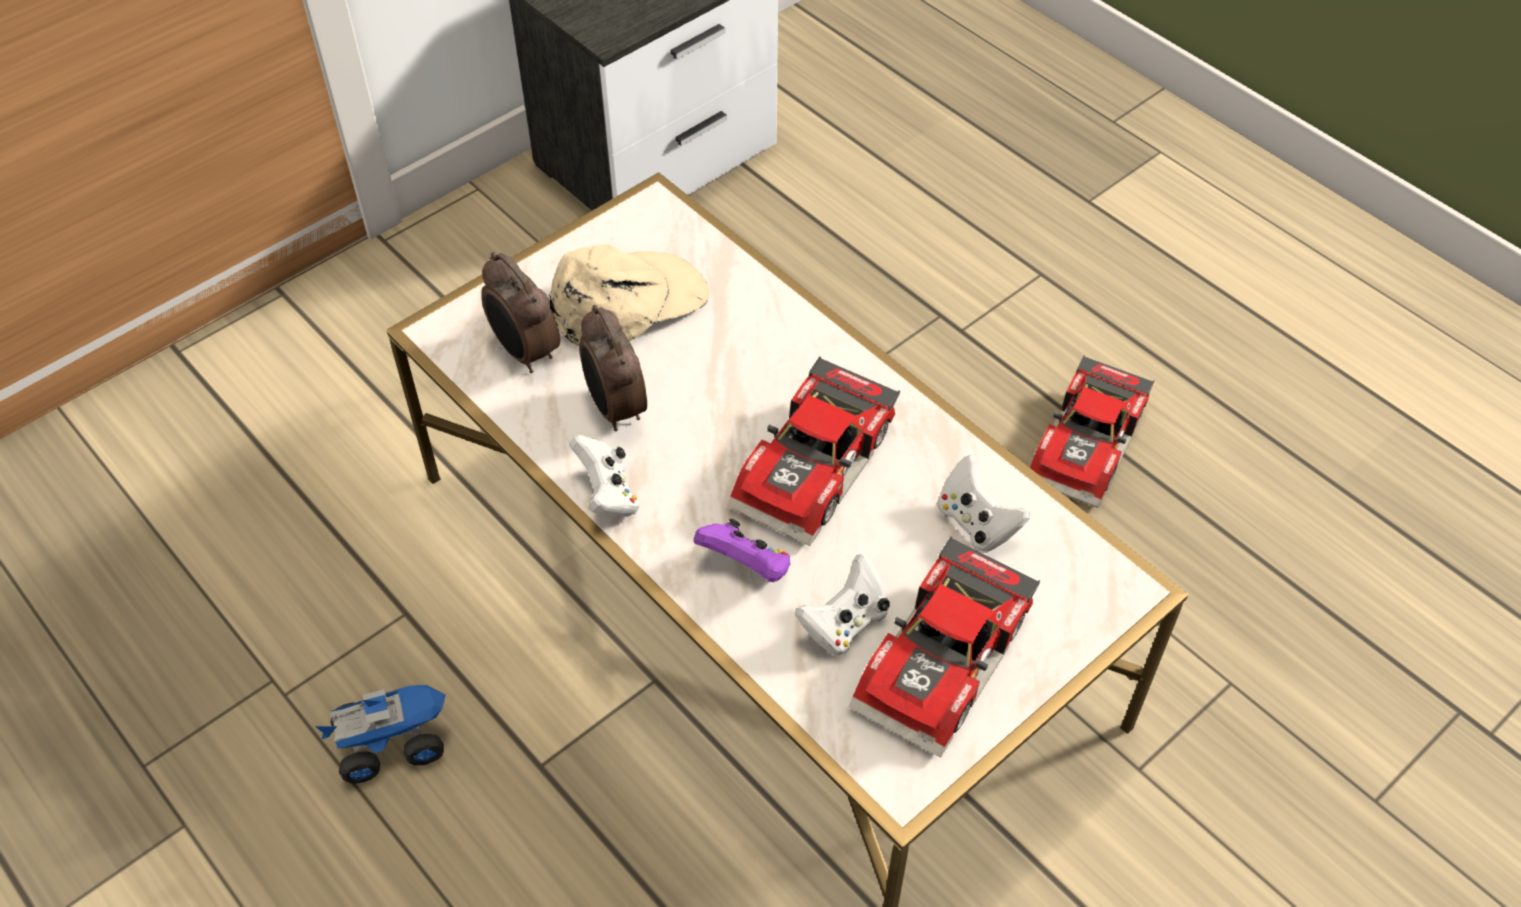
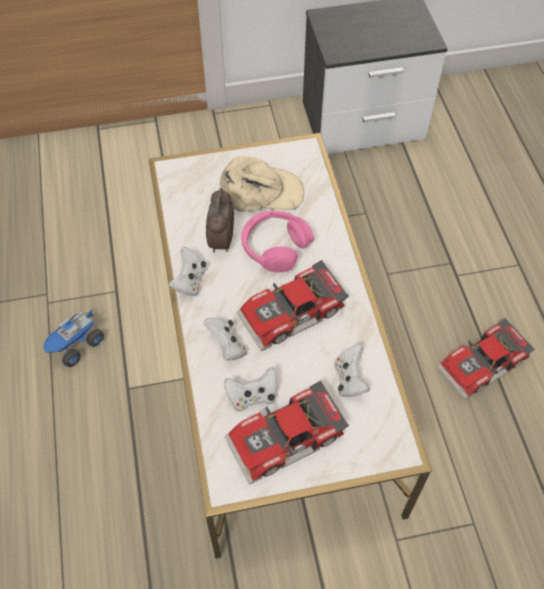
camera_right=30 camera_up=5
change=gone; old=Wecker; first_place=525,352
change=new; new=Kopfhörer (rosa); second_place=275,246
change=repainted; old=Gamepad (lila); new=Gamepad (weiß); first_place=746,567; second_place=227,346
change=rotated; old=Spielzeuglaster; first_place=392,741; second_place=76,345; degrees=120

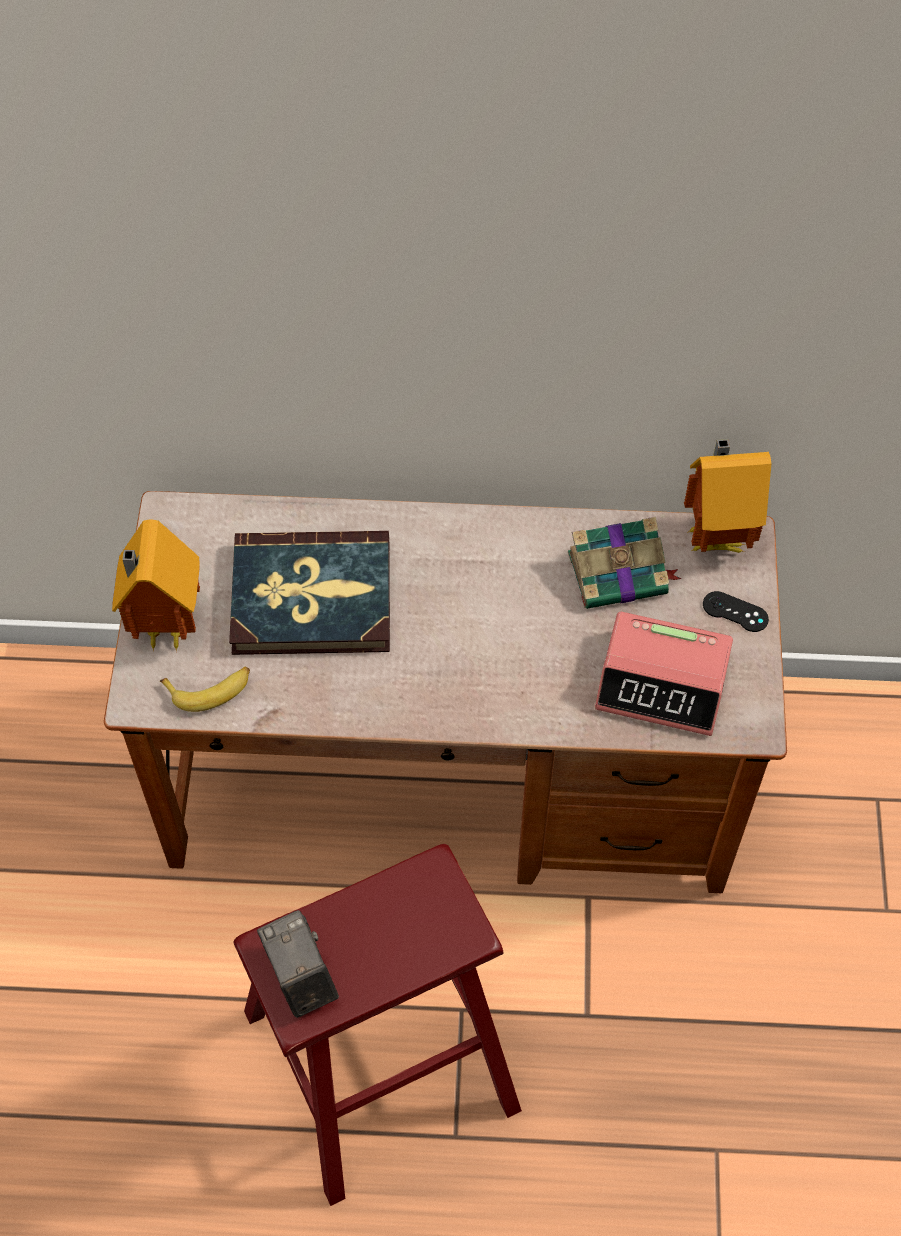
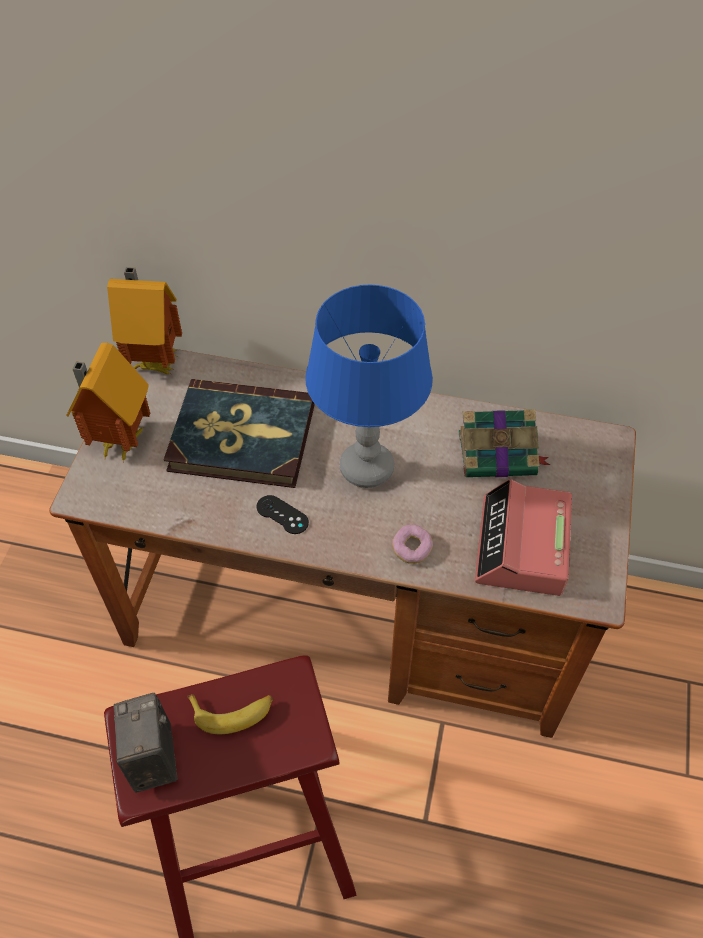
camera_right=10 camera_up=-5
change=new; new=Tischlampe (blau); second_place=367,467
change=new; new=Donut; second_place=411,549
change=shifted; old=Banane; first_place=210,689; second_place=233,711
change=shifted; old=Spielzeughaus; first_place=715,536; second_place=156,361
change=shifted; old=Gamepad (schwarz); first_place=735,612; second_place=282,515
change=rotated; old=Wecker; first_place=663,682; second_place=522,547; degrees=75

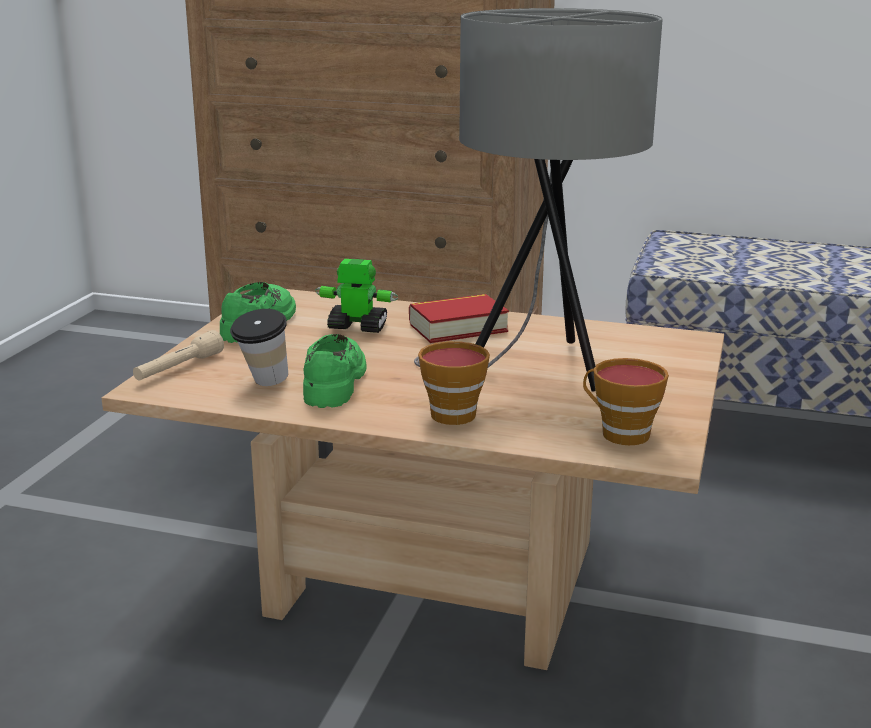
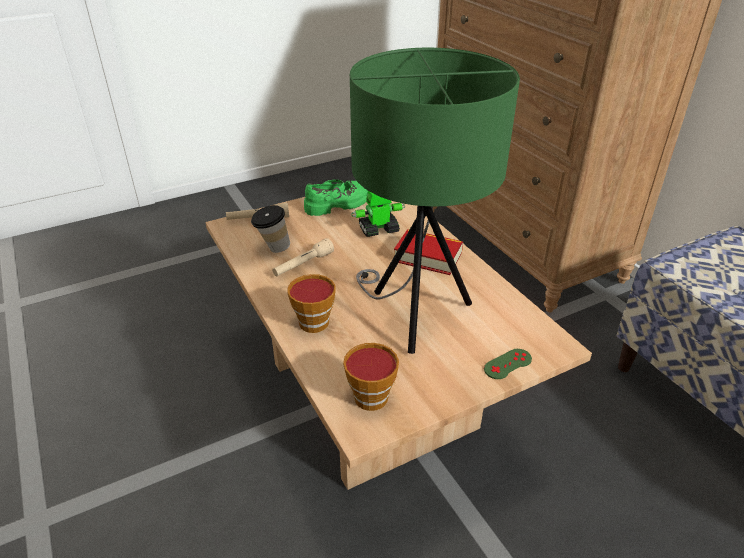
camera_right=45 camera_up=15
change=new; new=Gamepad (grün); second_place=507,364
change=swapped; old=Schuh (grün); new=Taschenlampe (beige); first_place=334,381; second_place=303,265
change=repainted; old=Tischlampe (grau); new=Tischlampe (grün); first_place=536,368; second_place=414,313
change=rotated; old=Spielzeugroboter; first_place=357,327; second_place=378,230; degrees=-75

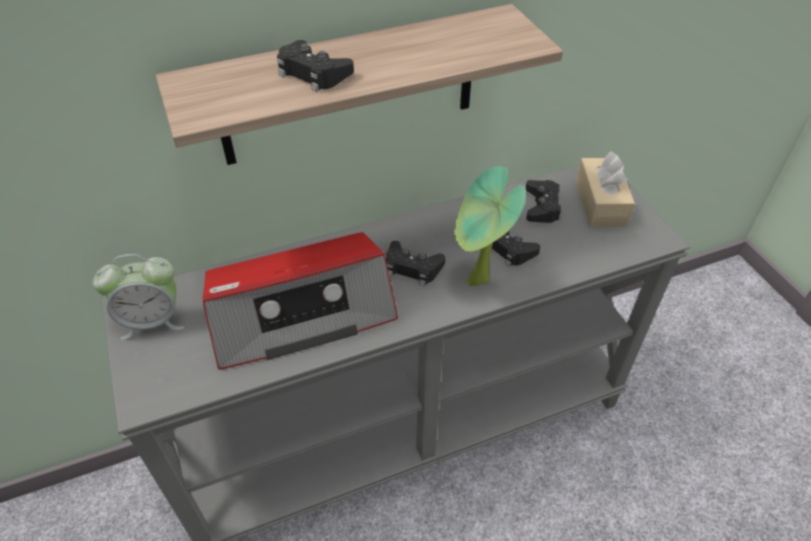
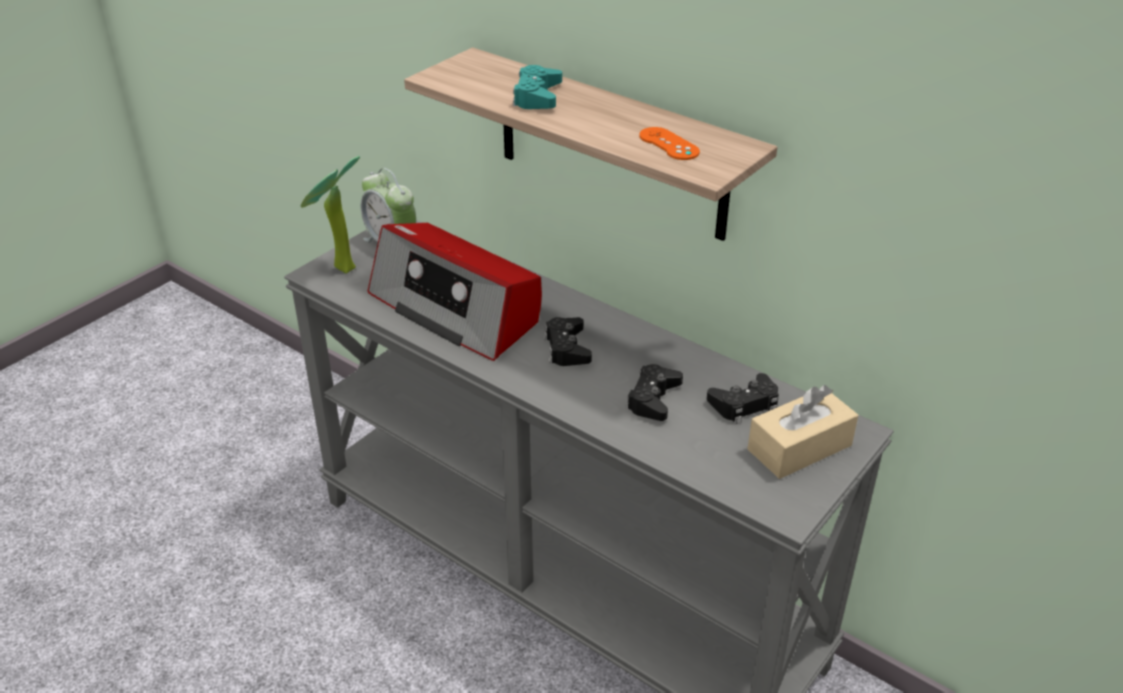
camera_right=60 camera_up=-10
change=new; new=Gamepad (orange); second_place=669,144
change=shifted; old=Topfpflanze; first_place=477,284; second_place=340,269
change=repainted; old=Gamepad (schwarz); new=Gamepad (türkis); first_place=313,73; second_place=537,96

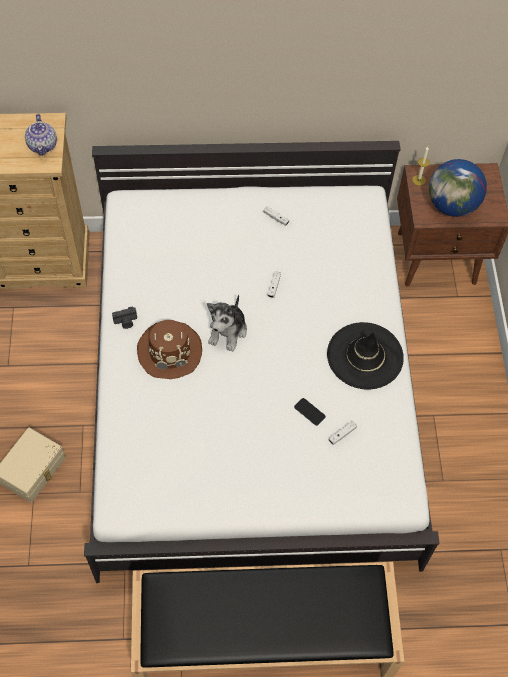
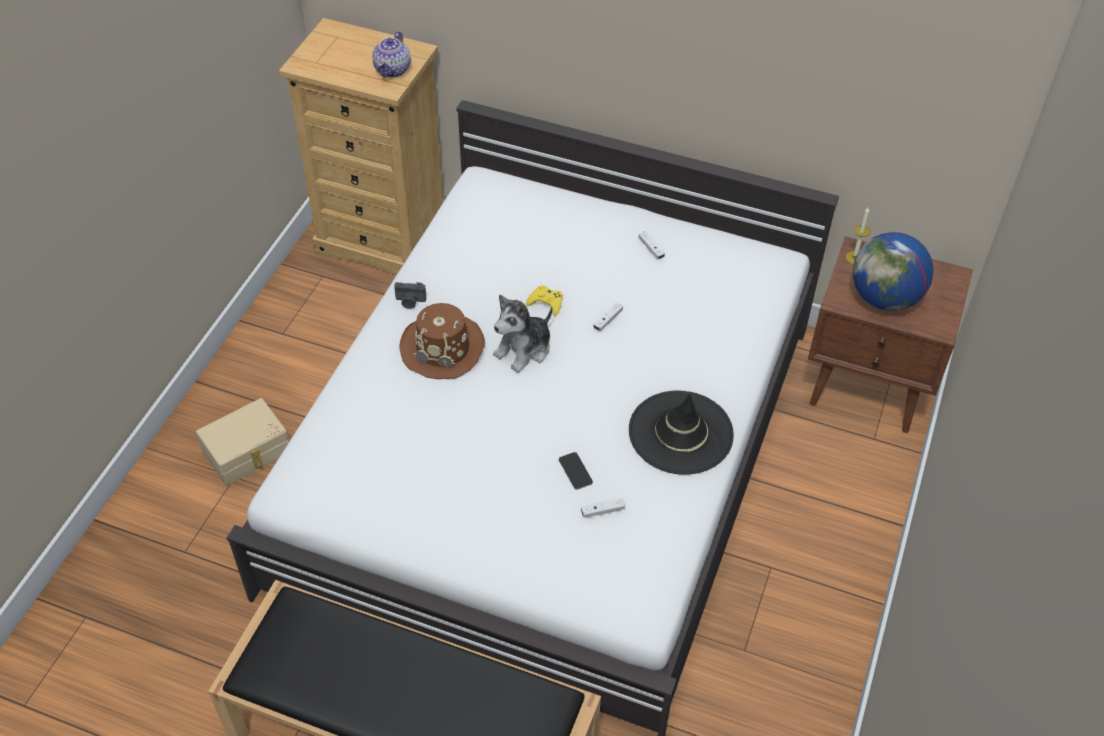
camera_right=25 camera_up=-10
change=new; new=Gamepad (gelb); second_place=546,303

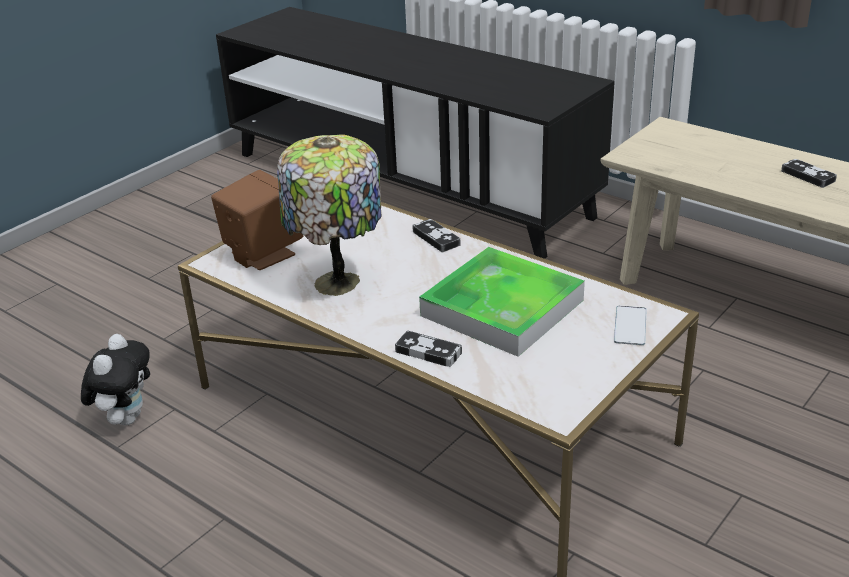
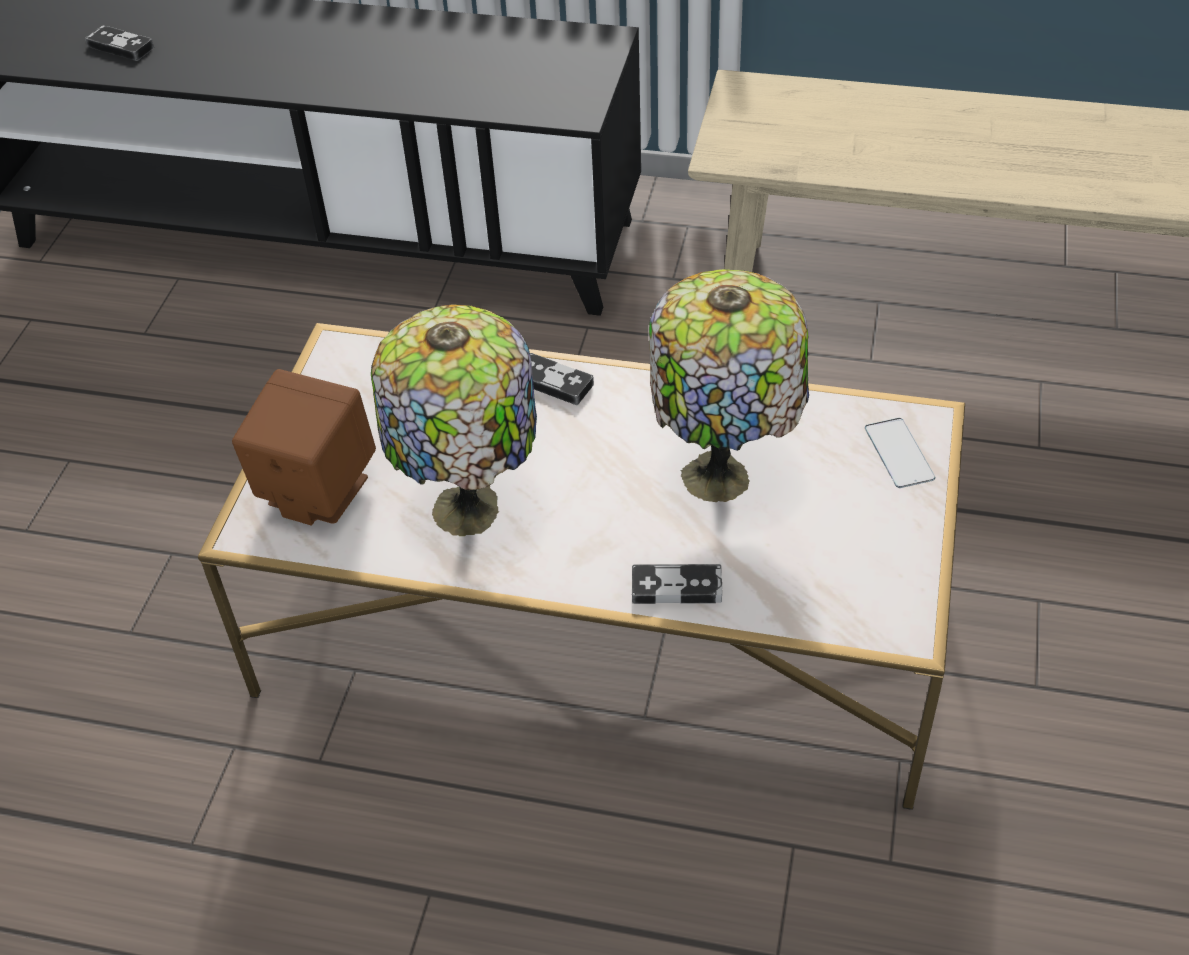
camera_right=-25 camera_up=15
change=gone; old=Plüschtier; first_place=126,417
change=shifted; old=Gamepad; first_place=808,176; second_place=120,47
change=swapped; old=Tablett; new=Tischlampe; first_place=502,308; second_place=722,478

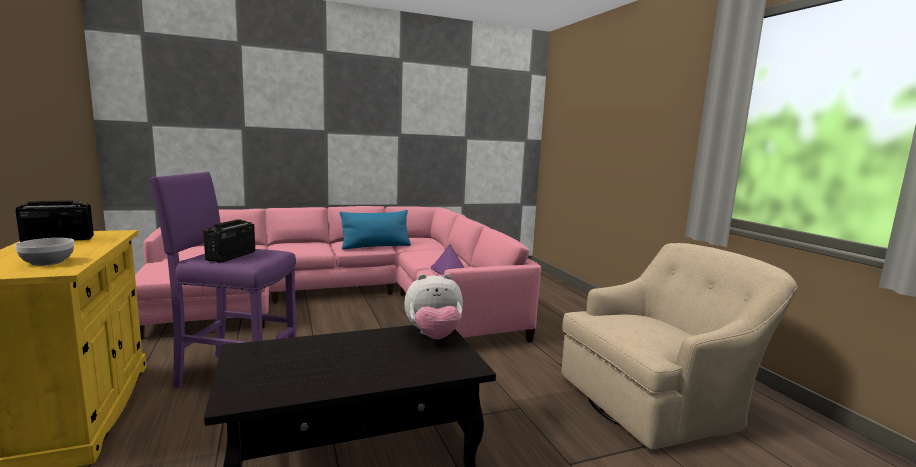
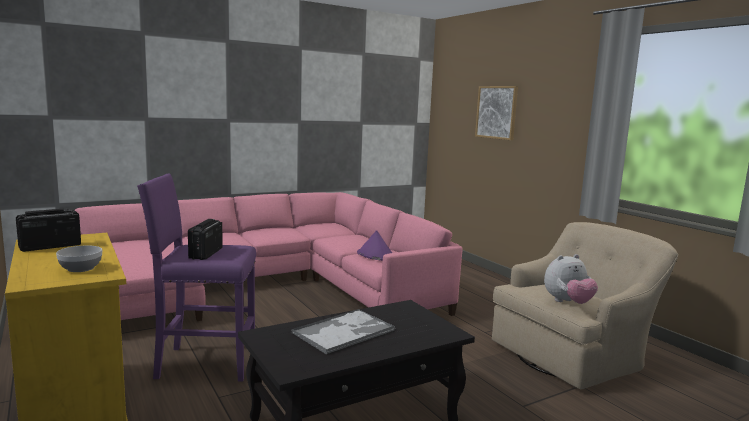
camera_right=-10 camera_up=0
change=gone; old=Kissen (blau); first_place=376,246
change=new; new=Tablett; second_place=344,331
change=new; new=Bild; second_place=496,112
change=shifted; old=Plüschtier; first_place=433,336; second_place=567,302

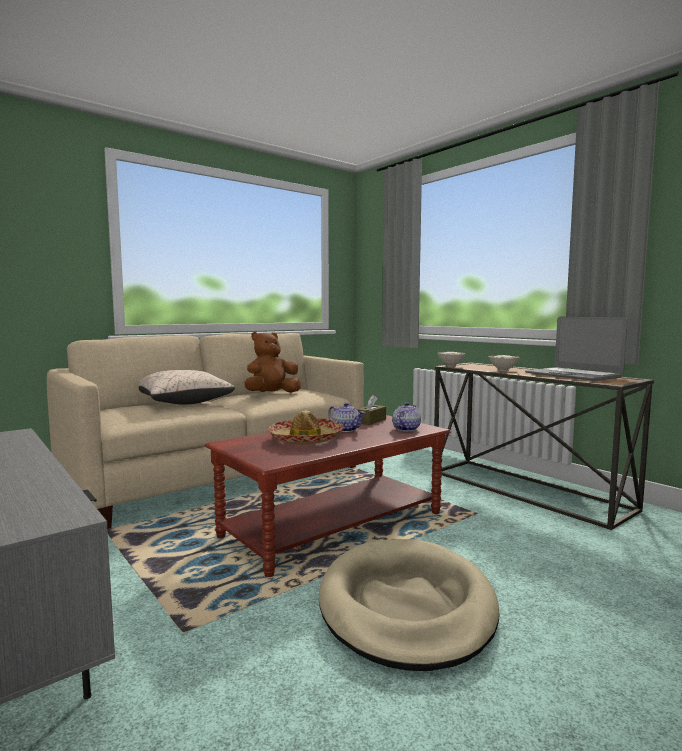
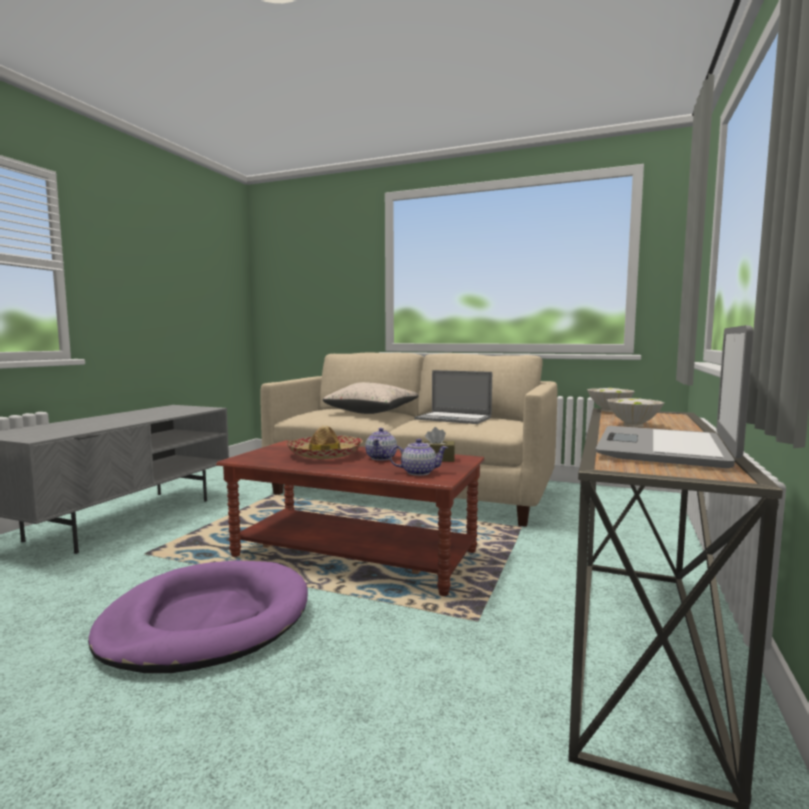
camera_right=60 camera_up=0
change=swapped; old=Plüschtier (braun); new=Laptop; first_place=272,394; second_place=453,418
change=repainted; old=Hundebett (beige); new=Hundebett (lila); first_place=406,606; second_place=206,621

